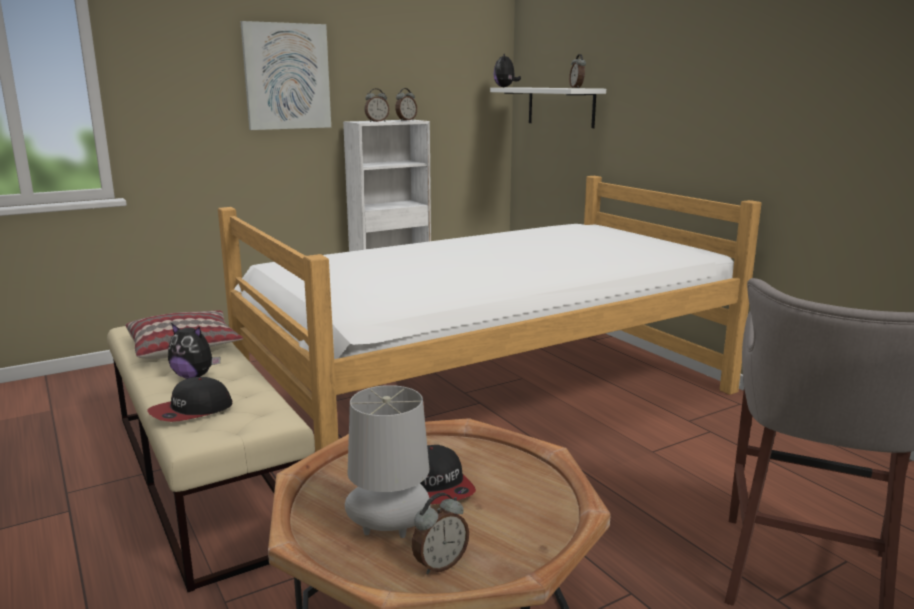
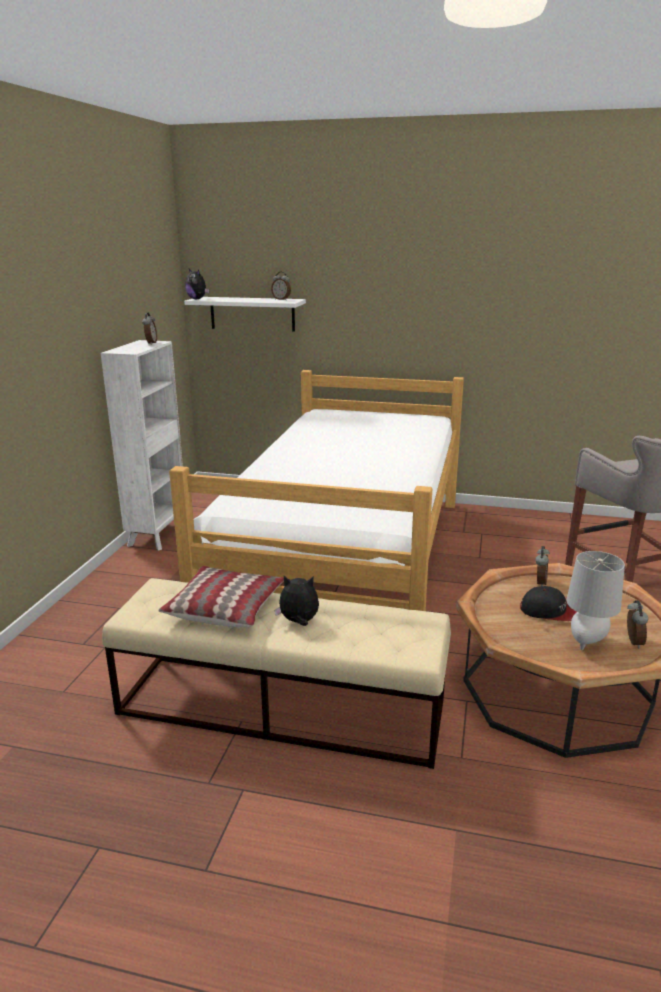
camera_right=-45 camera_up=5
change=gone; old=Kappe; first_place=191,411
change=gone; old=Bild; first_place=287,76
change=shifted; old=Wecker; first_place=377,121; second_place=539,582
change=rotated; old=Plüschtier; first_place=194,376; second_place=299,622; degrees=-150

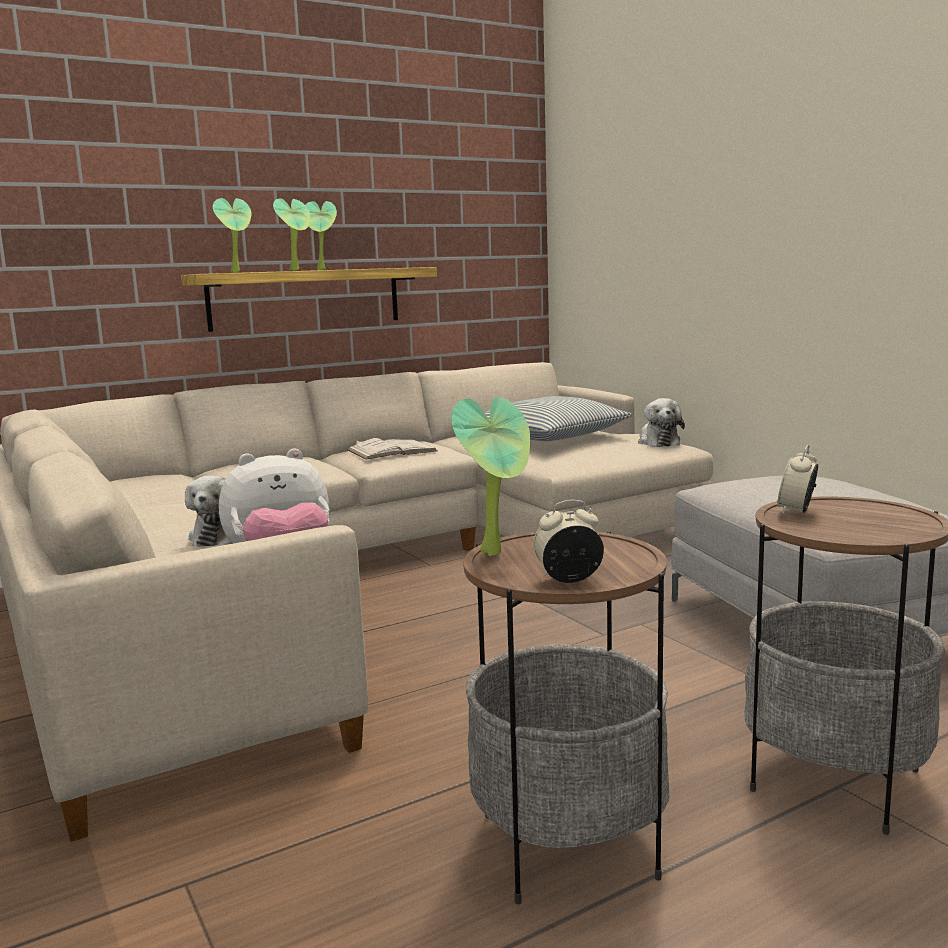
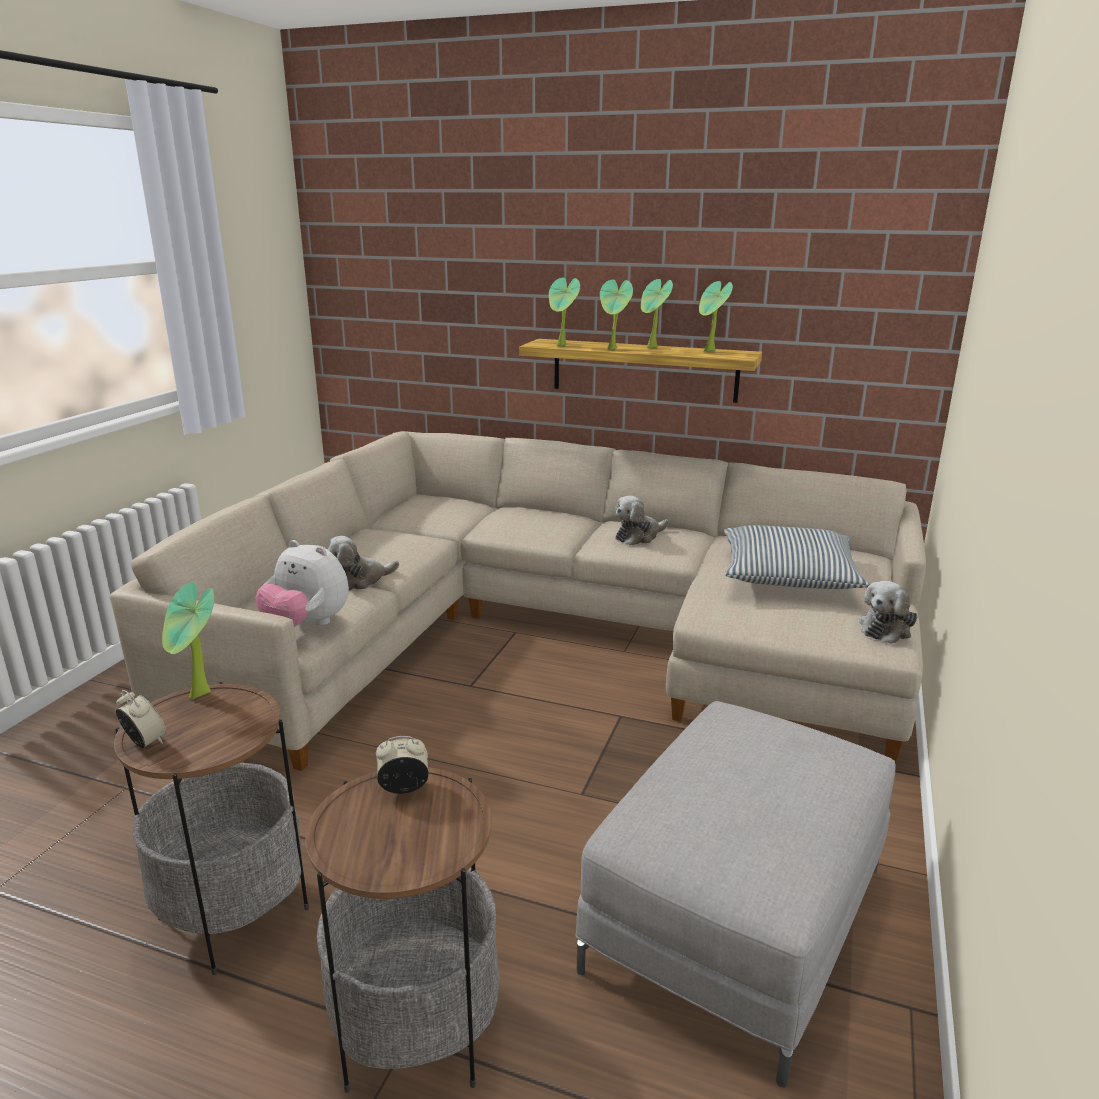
camera_right=50 camera_up=10
change=new; new=Topfpflanze; second_place=710,351
change=swapped; old=Buch (weiß); new=Plüschtier; first_place=391,450; second_place=639,536

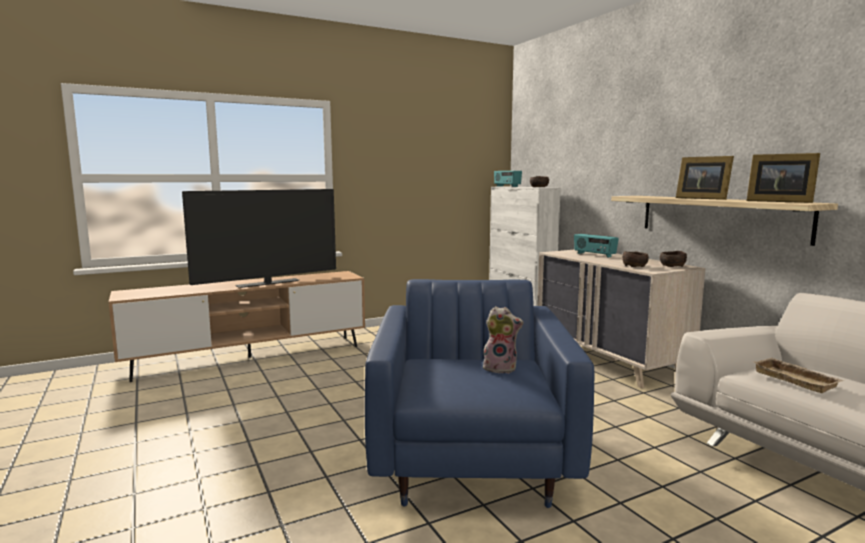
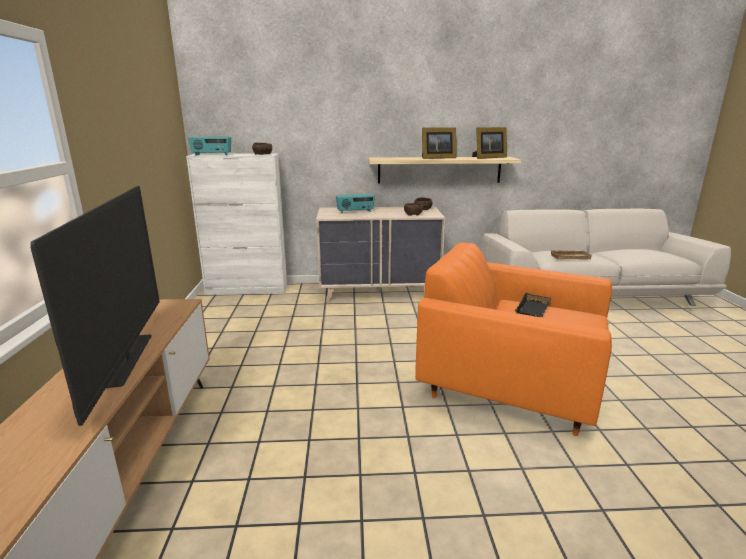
camera_right=-65 camera_up=10
change=swapped; old=Plüschtier; new=Tablett (schwarz); first_place=500,368; second_place=534,311
change=repainted; old=Sessel (blau); new=Sessel (orange); first_place=471,457; second_place=509,387

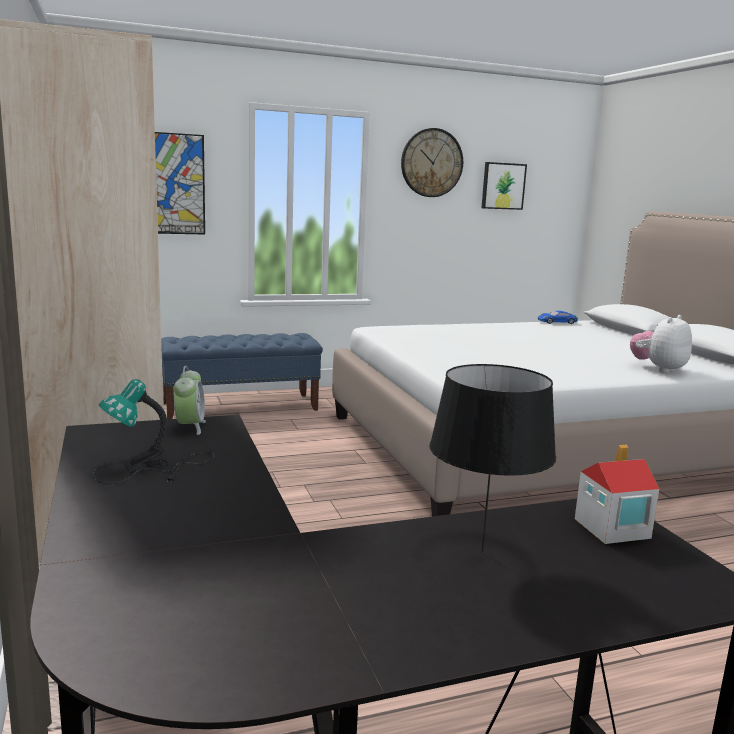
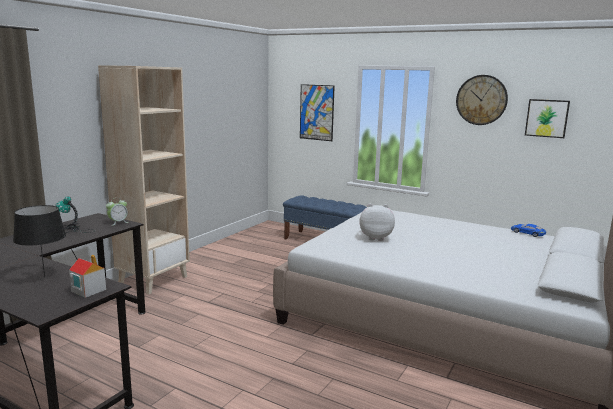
camera_right=50 camera_up=0
change=shifted; old=Plüschtier; first_place=658,369; second_place=375,238

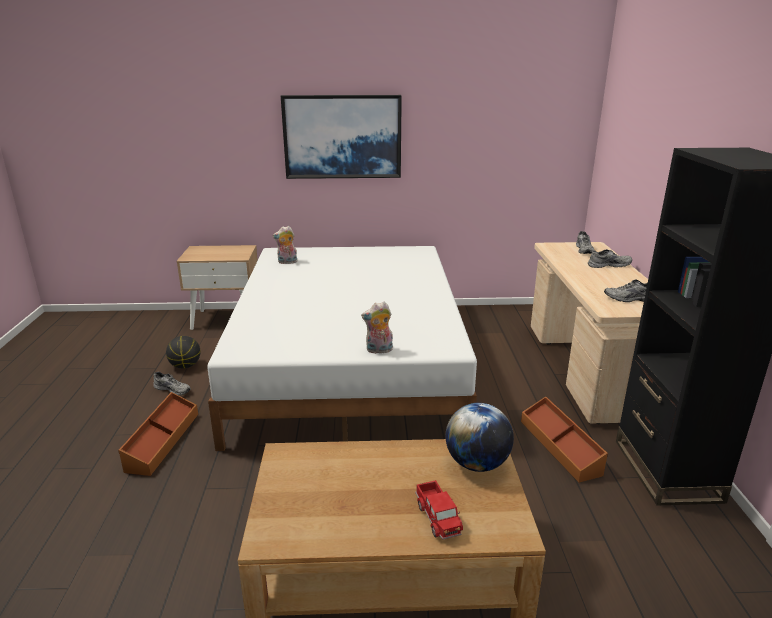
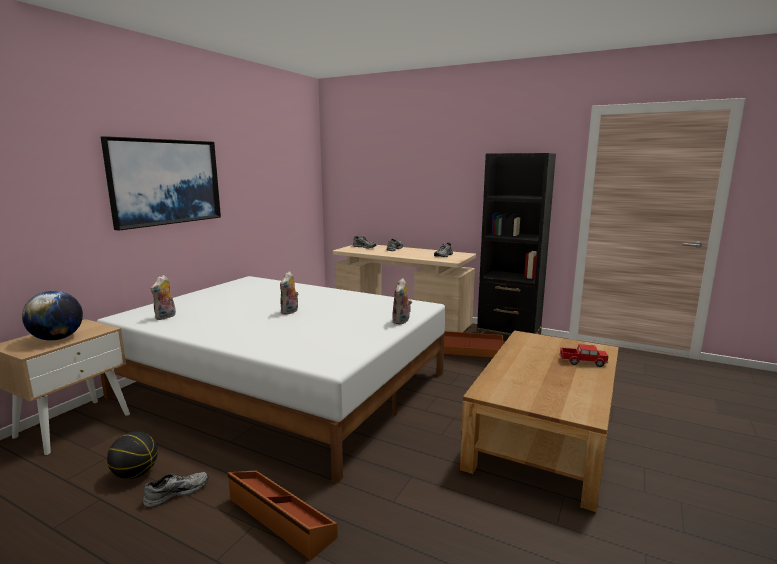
camera_right=-60 camera_up=-10
change=new; new=Plüschtier; second_place=290,312
change=shifted; old=Globus; first_place=477,464; second_place=57,338

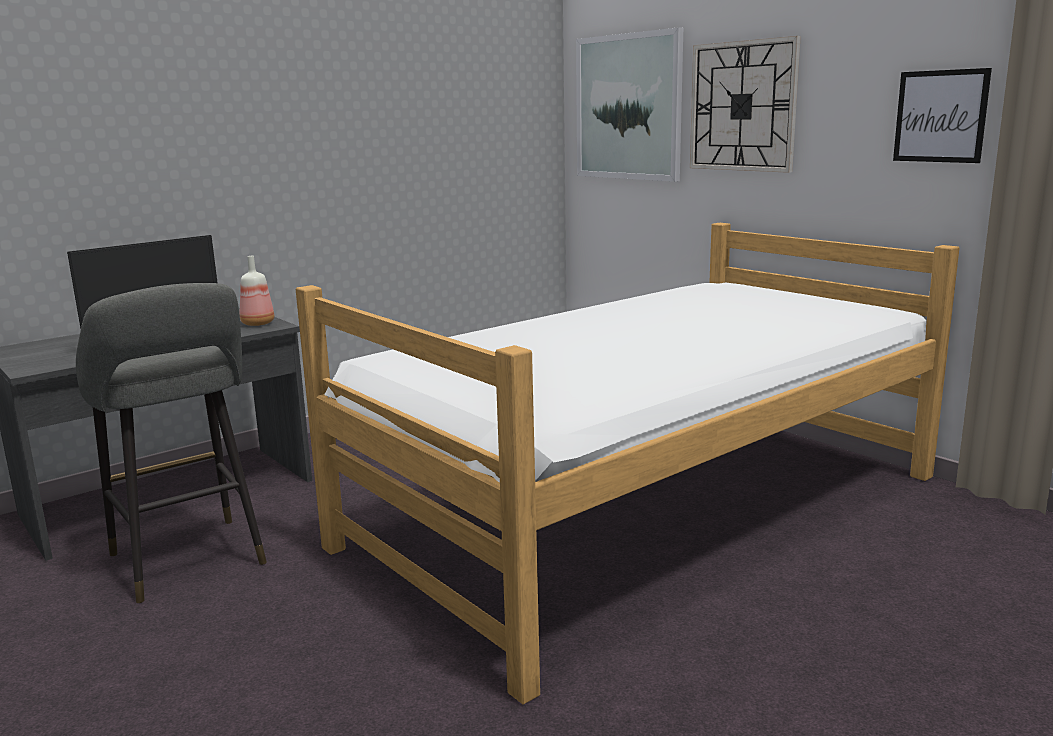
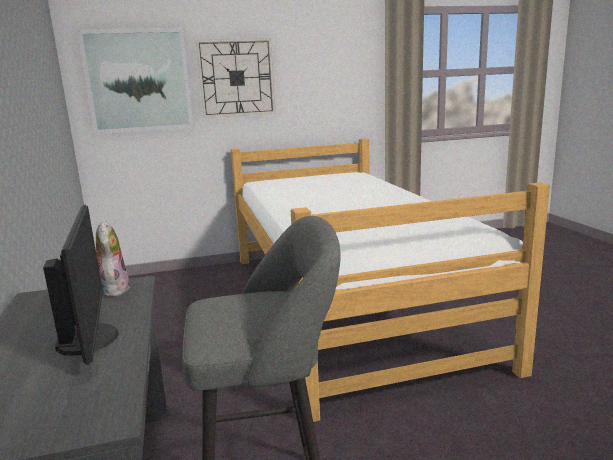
camera_right=-65 camera_up=0
change=gone; old=Bild; first_place=940,116
change=swapped; old=Flasche; new=Plüschtier; first_place=257,324; second_place=113,290

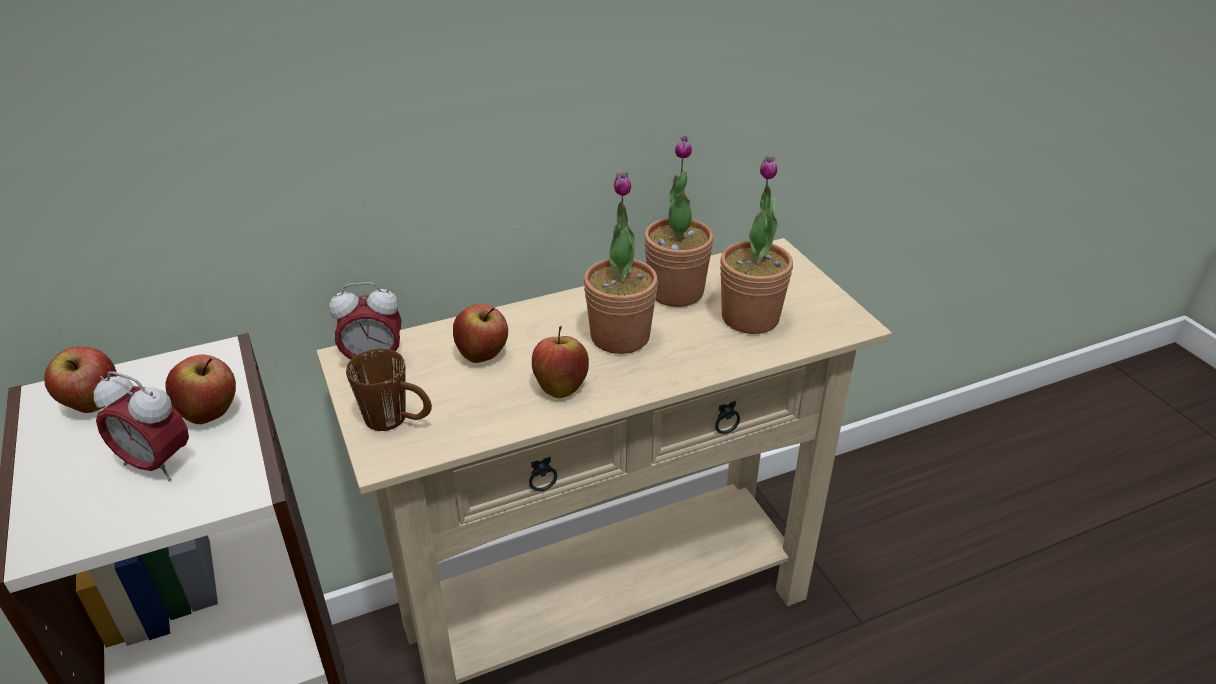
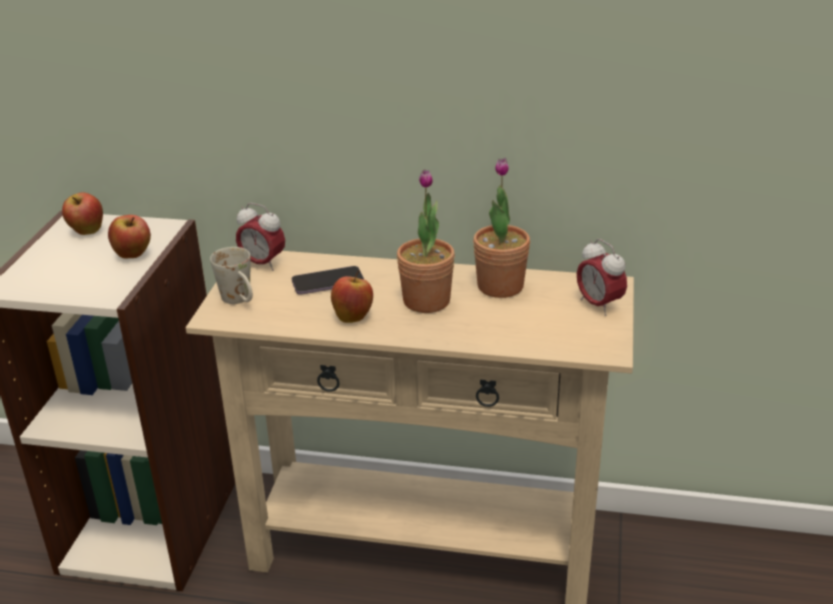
camera_right=35 camera_up=-5
change=gone; old=Topfpflanze; first_place=750,318
change=shifted; old=Wecker; first_place=156,464; second_place=599,305
change=swapped; old=Apfel; new=Handy; first_place=483,356; second_place=328,282
change=repainted; old=Henkelbecher (braun); new=Henkelbecher (weiß); first_place=398,420; second_place=240,301

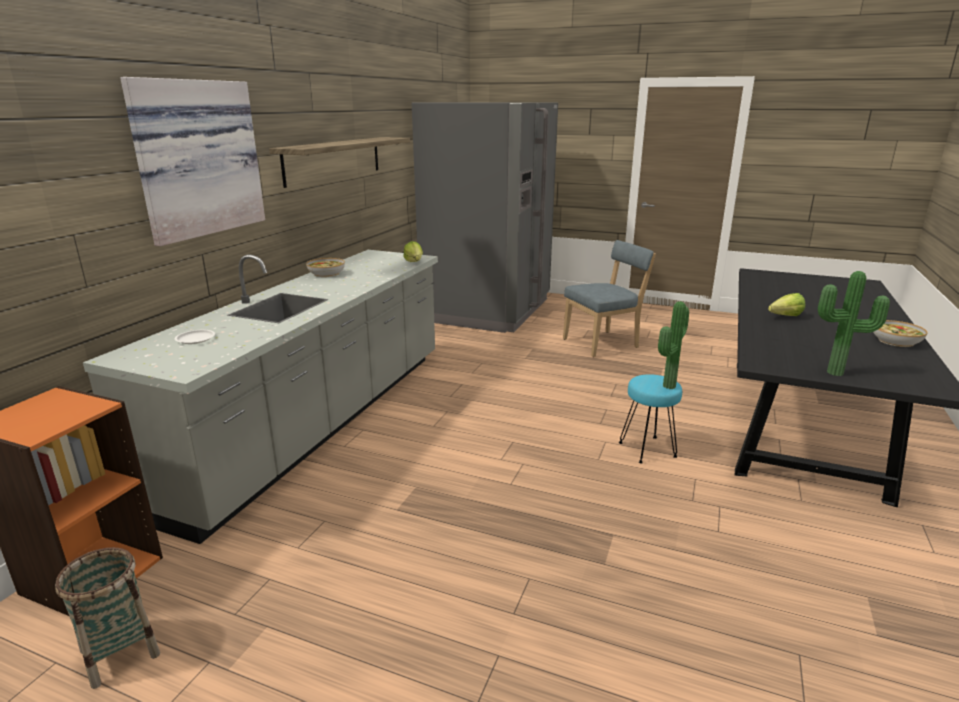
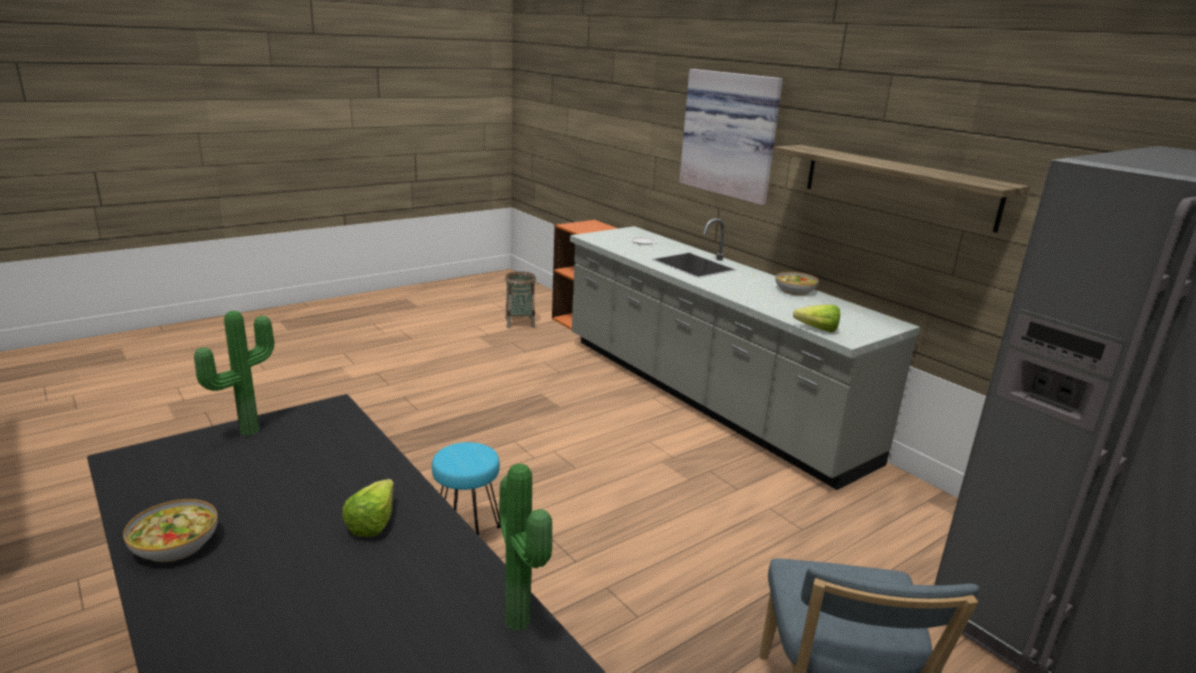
camera_right=120 camera_up=0
change=shifted; old=Topfpflanze; first_place=666,385; second_place=522,620

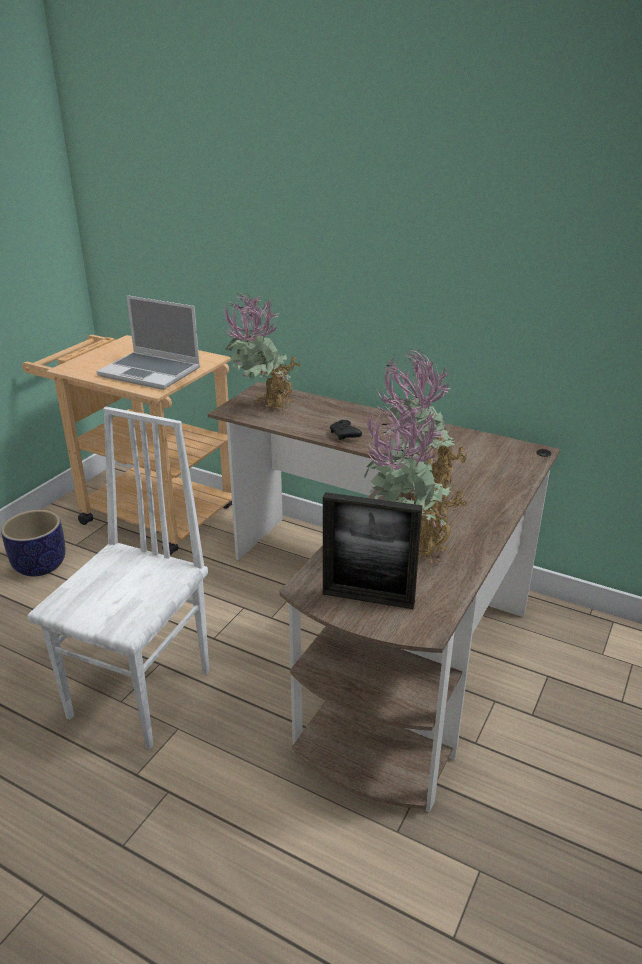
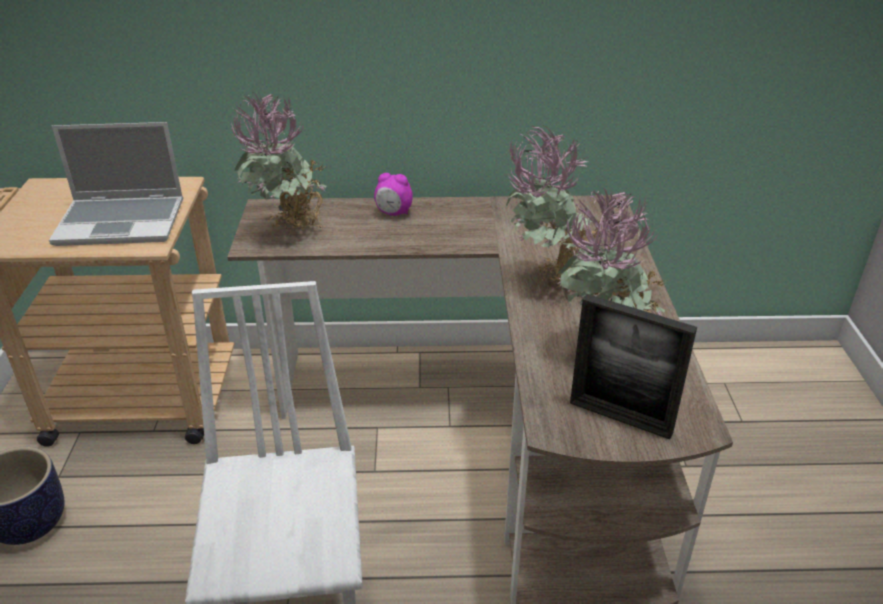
camera_right=-30 camera_up=5
change=gone; old=Gamepad (schwarz); first_place=345,435
change=new; new=Wecker; second_place=394,213
change=rotated; old=Bilderrahmen; first_place=368,598; second_place=620,417; degrees=45

